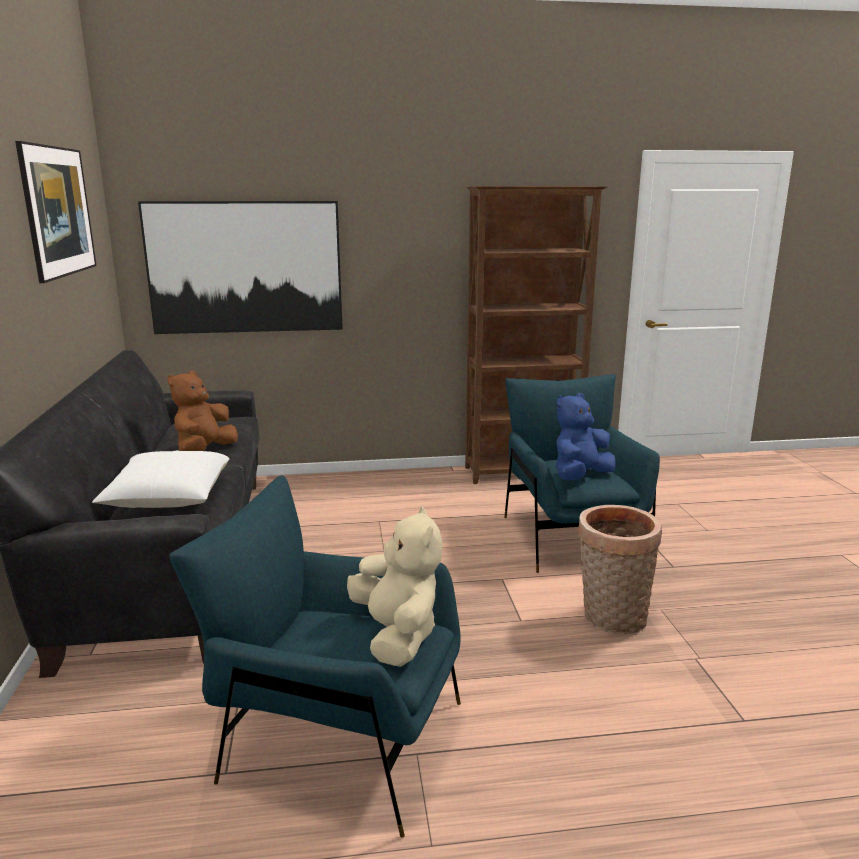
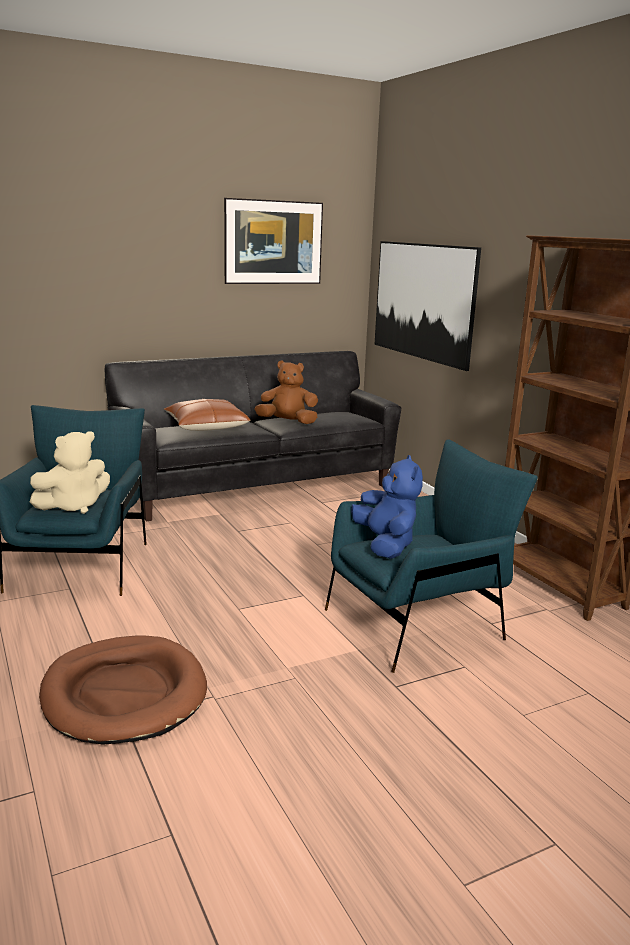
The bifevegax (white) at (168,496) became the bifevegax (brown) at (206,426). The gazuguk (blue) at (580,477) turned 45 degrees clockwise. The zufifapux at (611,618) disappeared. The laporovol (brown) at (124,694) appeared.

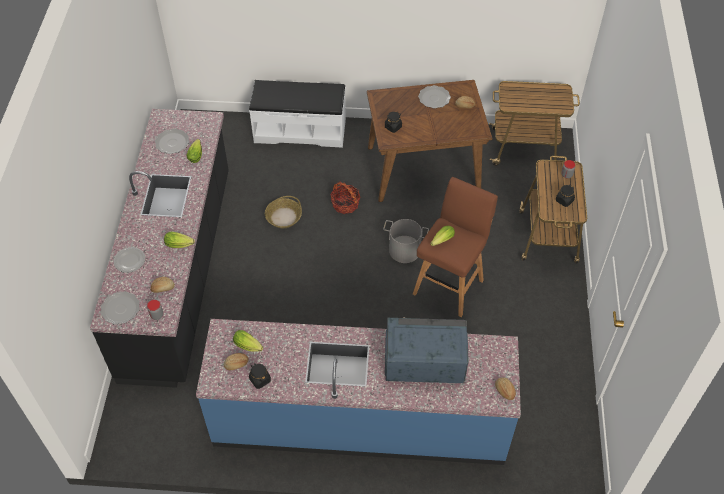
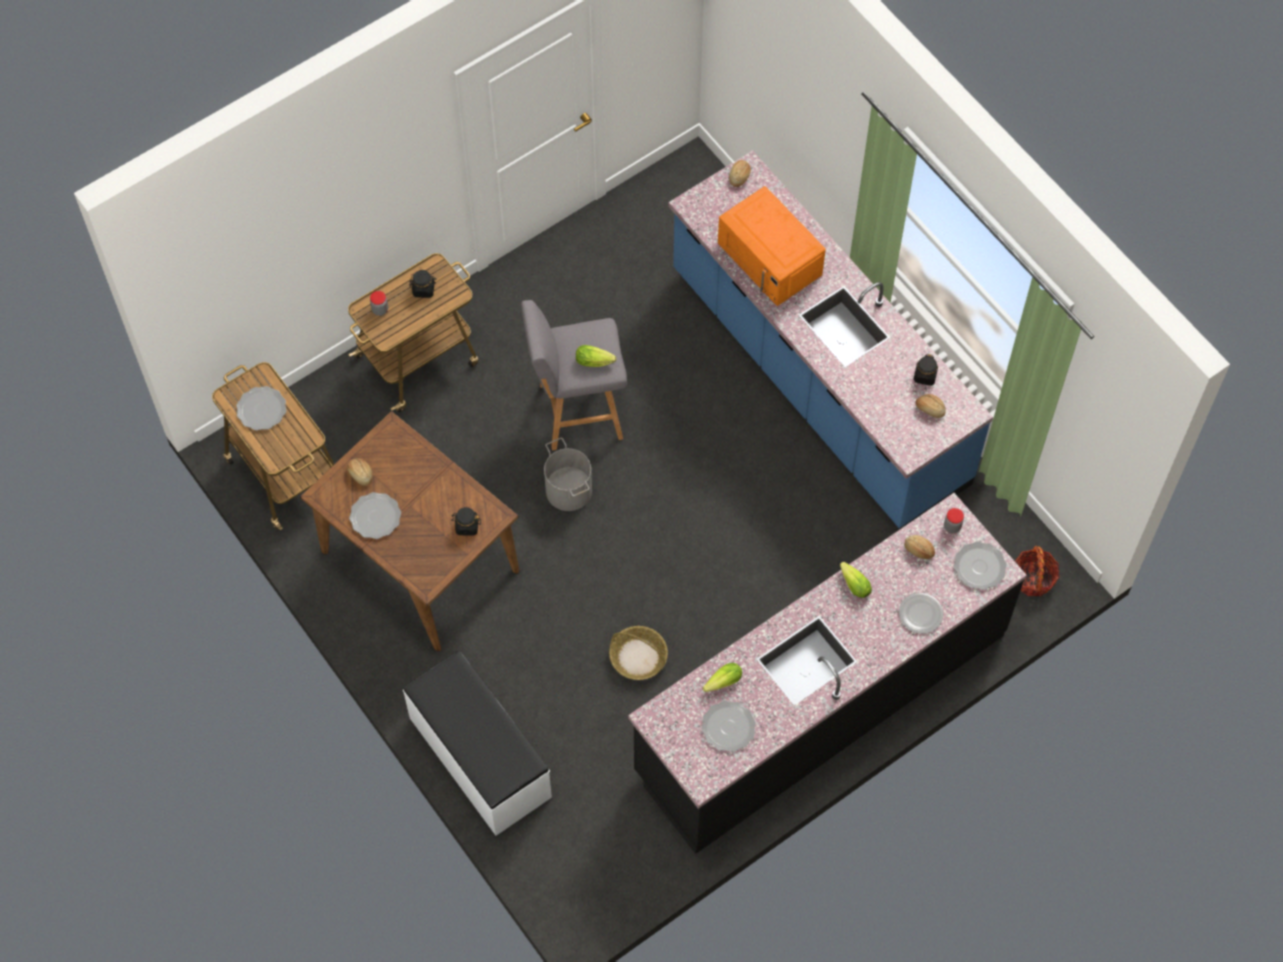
The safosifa at (249,346) disappeared. The zufifapux moved from (345,204) to (1033,578). The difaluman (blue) at (423,360) became the difaluman (orange) at (770,259). The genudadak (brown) at (449,285) became the genudadak (grey) at (577,411). The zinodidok at (261,410) appeared.

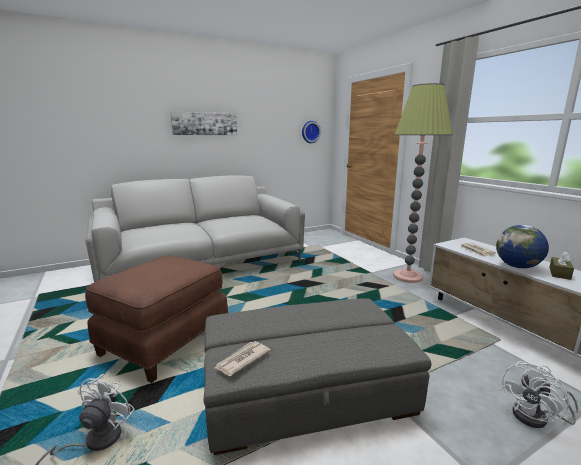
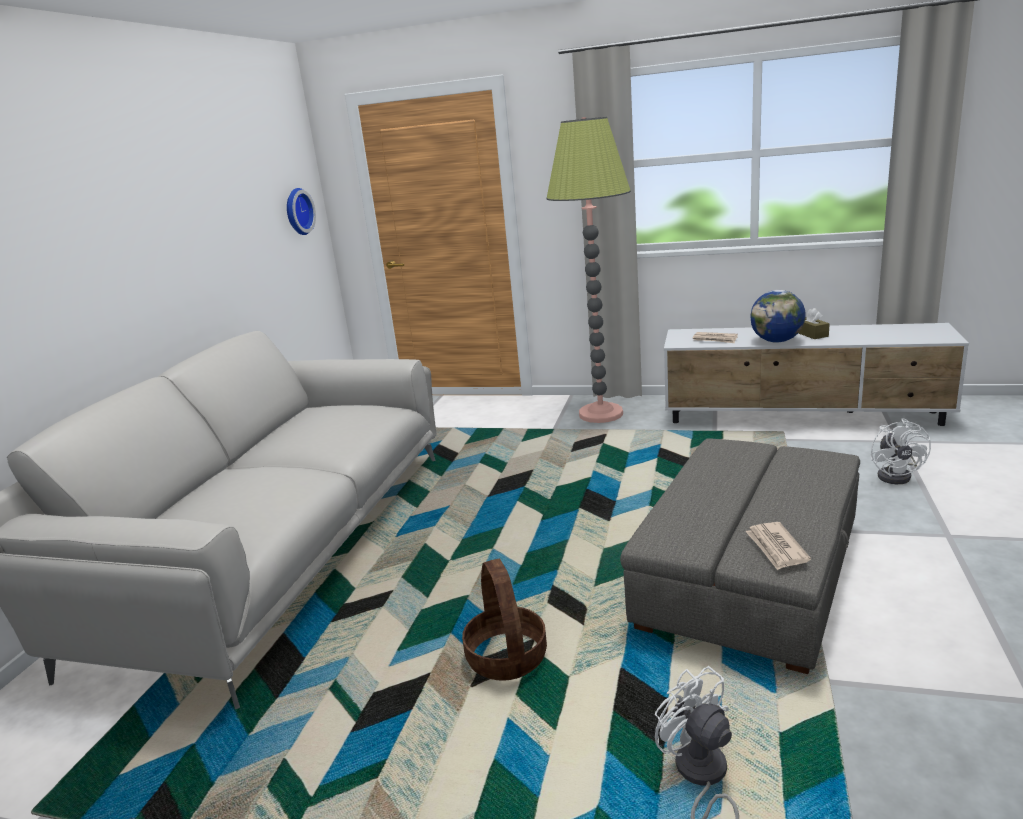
The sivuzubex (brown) at (165,340) was replaced by the zufifapux at (506,657). The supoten at (205,124) disappeared.

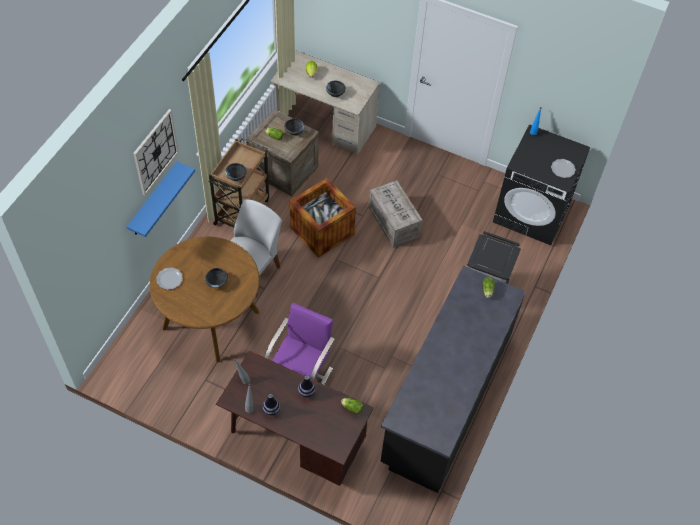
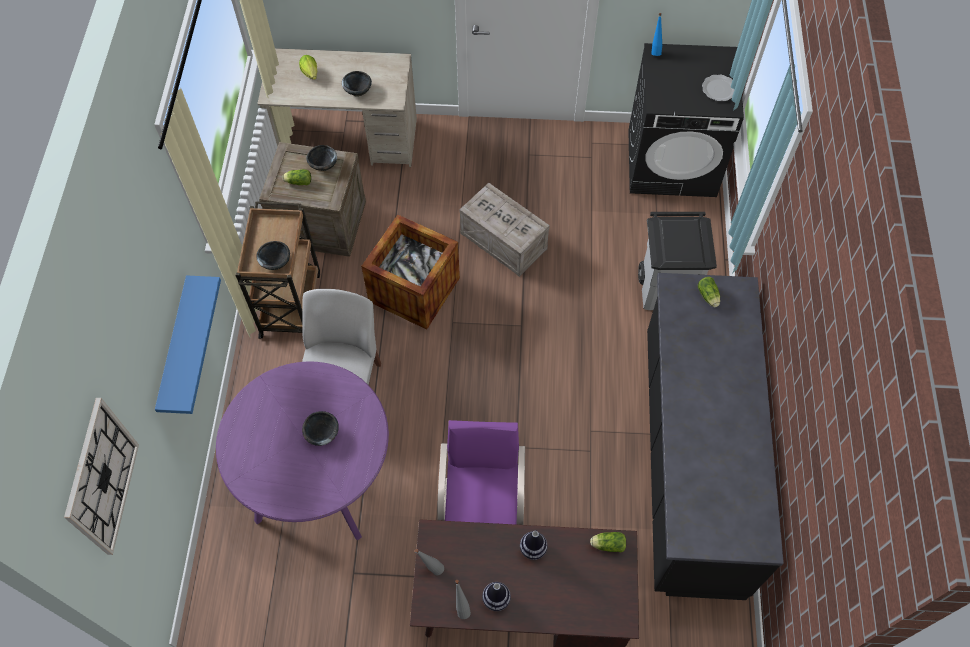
The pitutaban moved from (155,152) to (101,477). The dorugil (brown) at (211,320) became the dorugil (purple) at (320,480). The zinodidok at (169,279) disappeared.

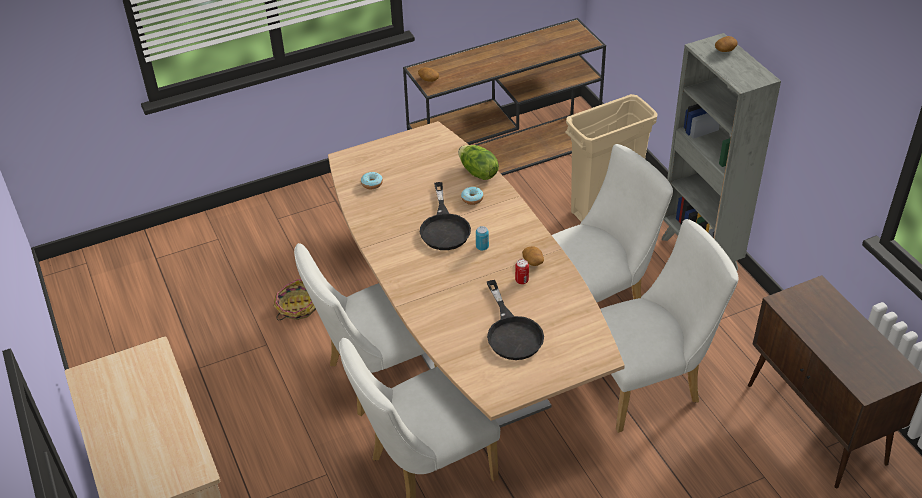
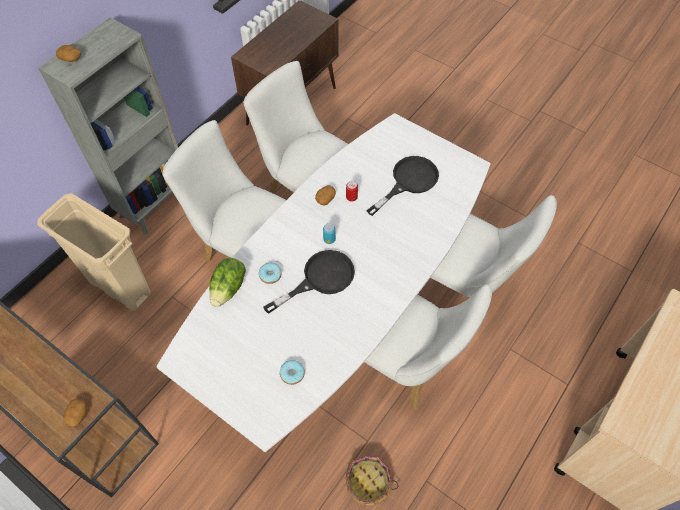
The dorugil (brown) at (464,349) became the dorugil (white) at (340,317).

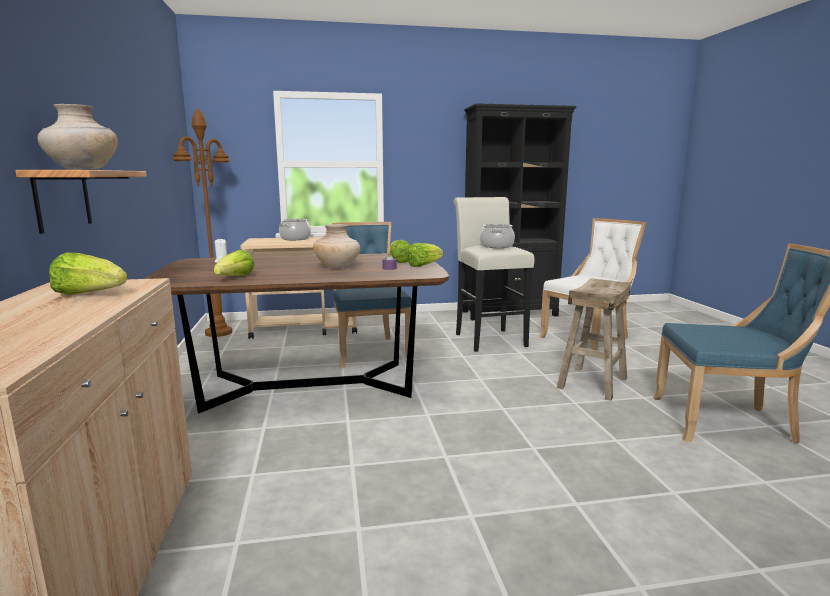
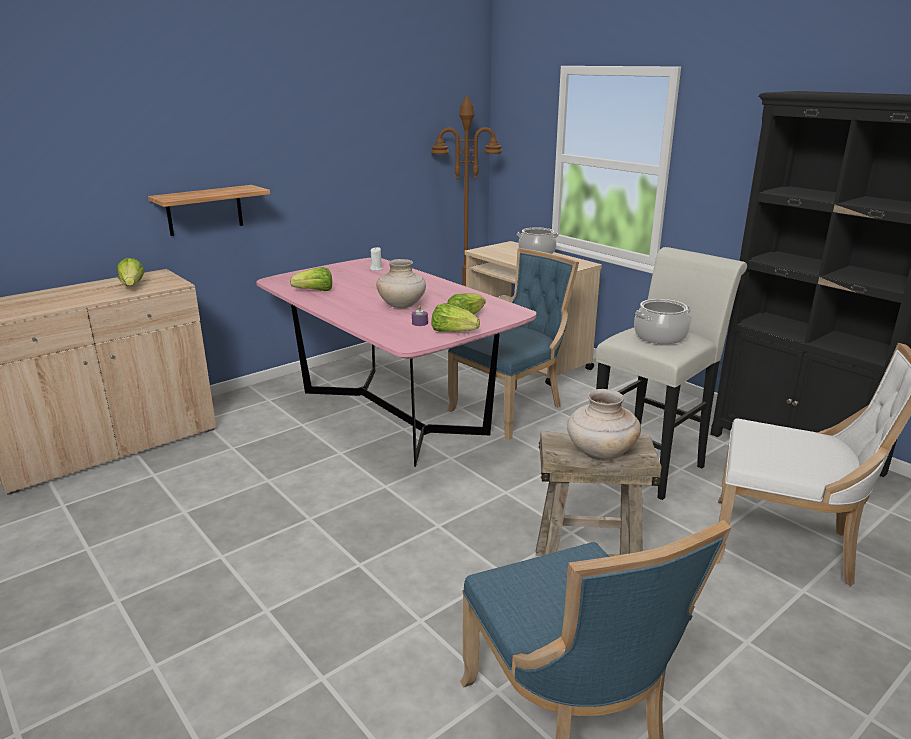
The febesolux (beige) moved from (82,169) to (600,453). The dorugil (brown) at (309,386) became the dorugil (pink) at (392,412).

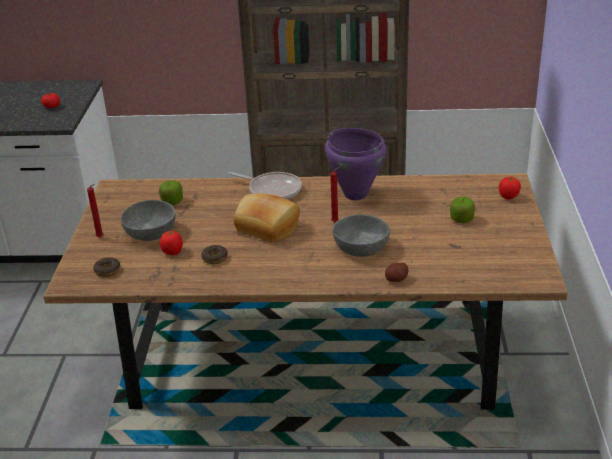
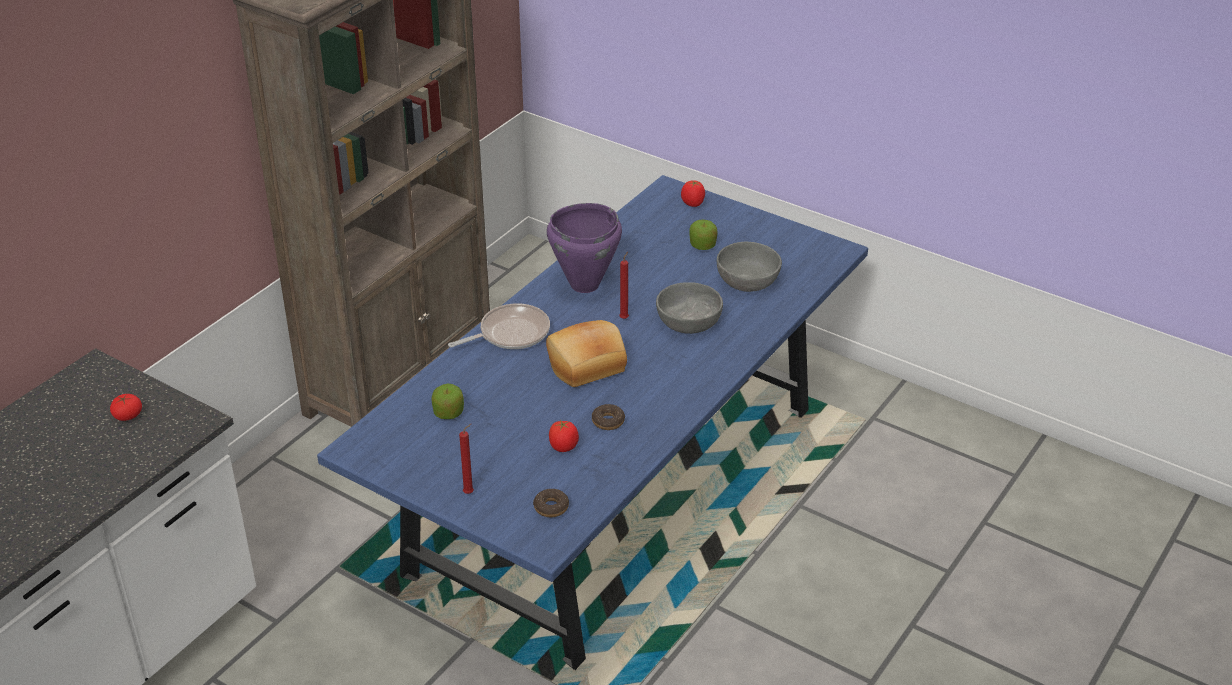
The dorugil (brown) at (312,352) became the dorugil (blue) at (615,489). The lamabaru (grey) moved from (150,232) to (748,280). The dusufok at (396,279) disappeared.

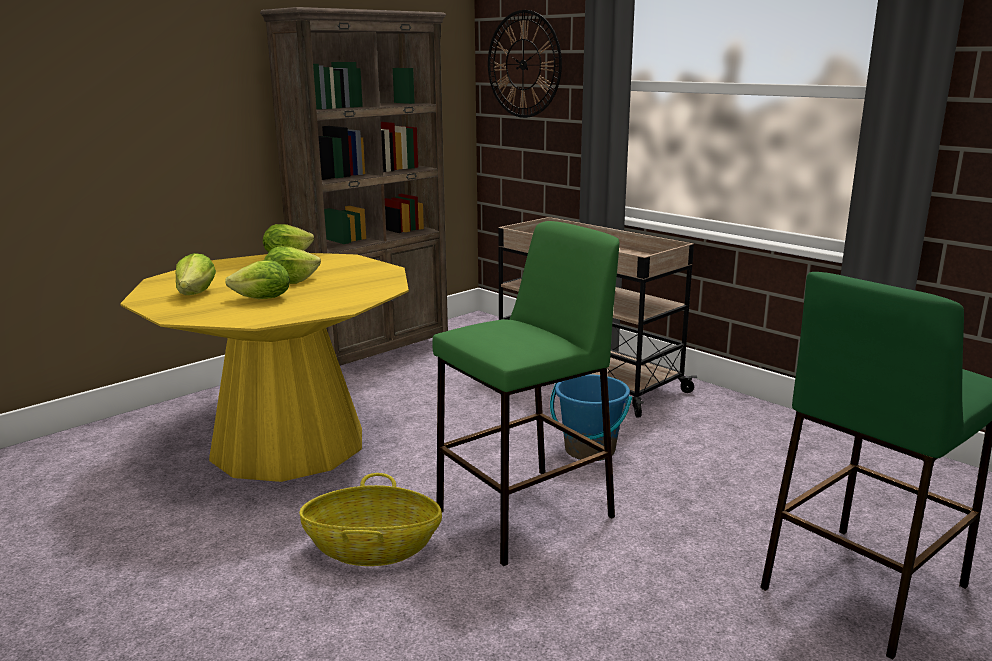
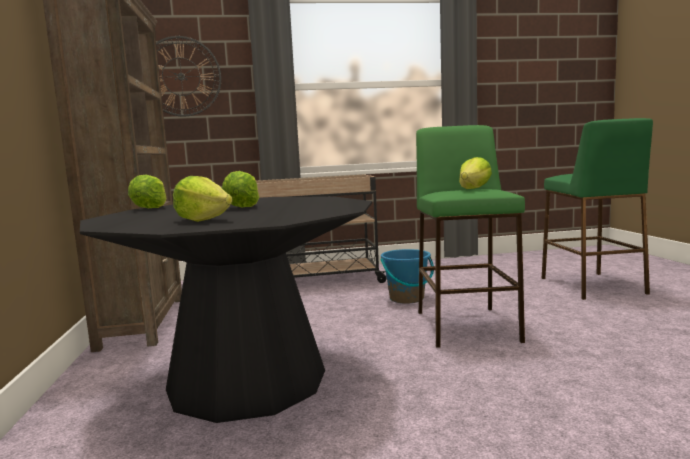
The dorugil (yellow) at (288,444) became the dorugil (black) at (247,380). The safosifa moved from (263,299) to (474,189). The zufifapux at (373,548) disappeared.

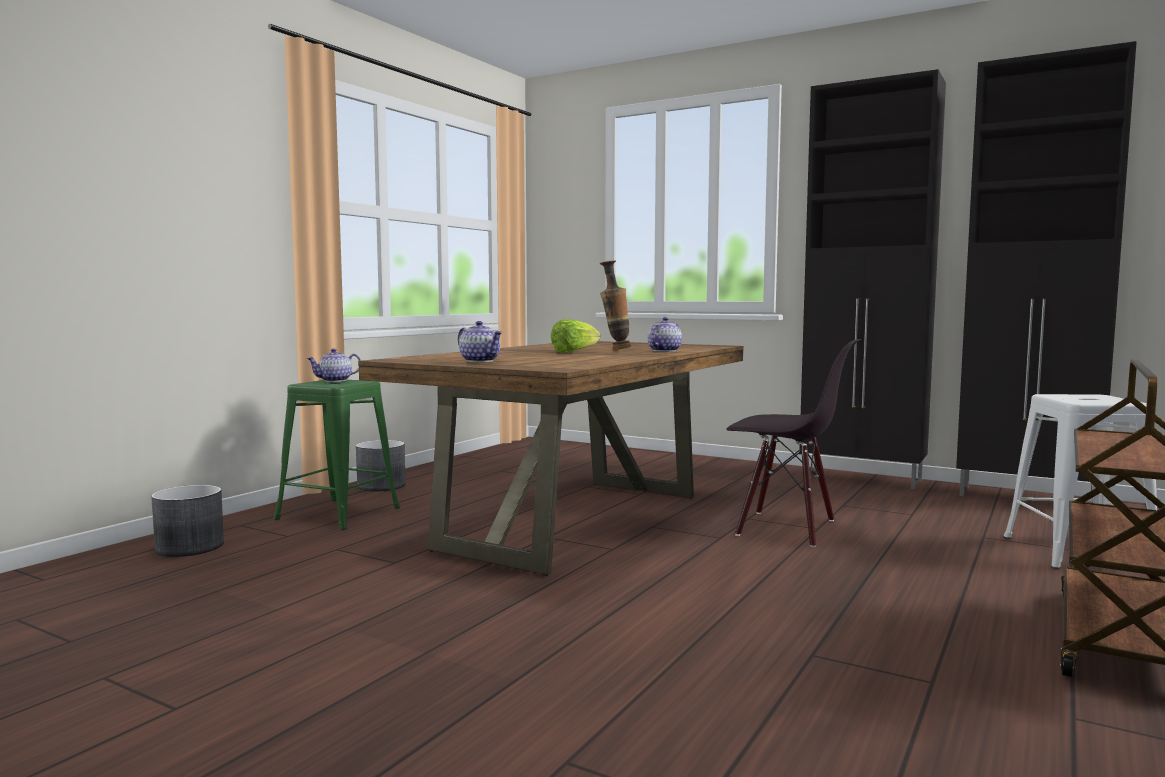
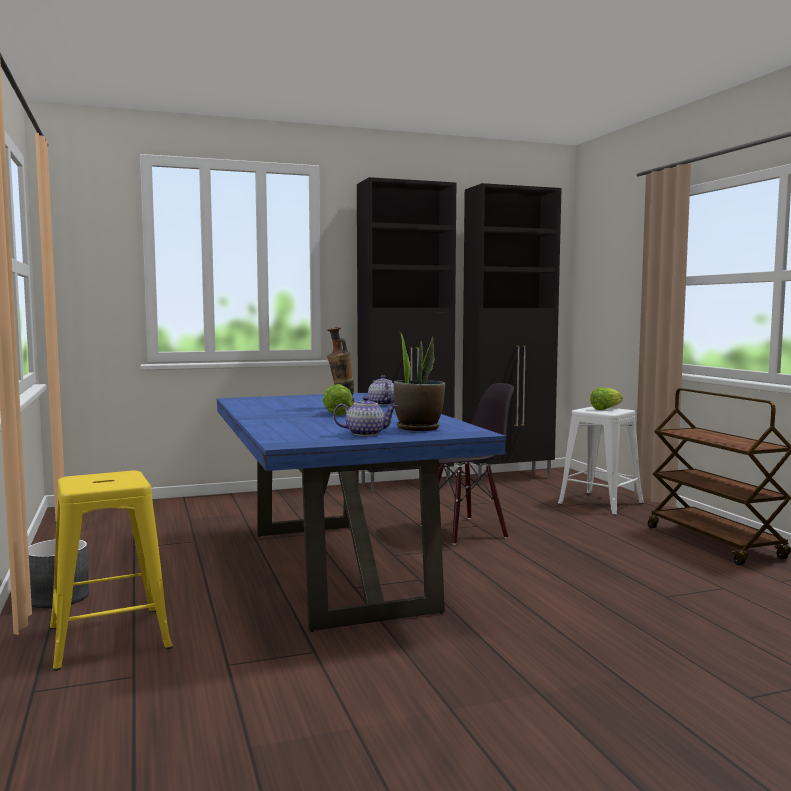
The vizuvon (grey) at (189,547) disappeared. The genudadak (green) at (338,513) became the genudadak (yellow) at (109,637). The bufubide at (335,381) disappeared. The dorugil (brown) at (576,521) became the dorugil (blue) at (335,568). The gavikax at (418,428) appeared. The safosifa at (605,409) appeared.

